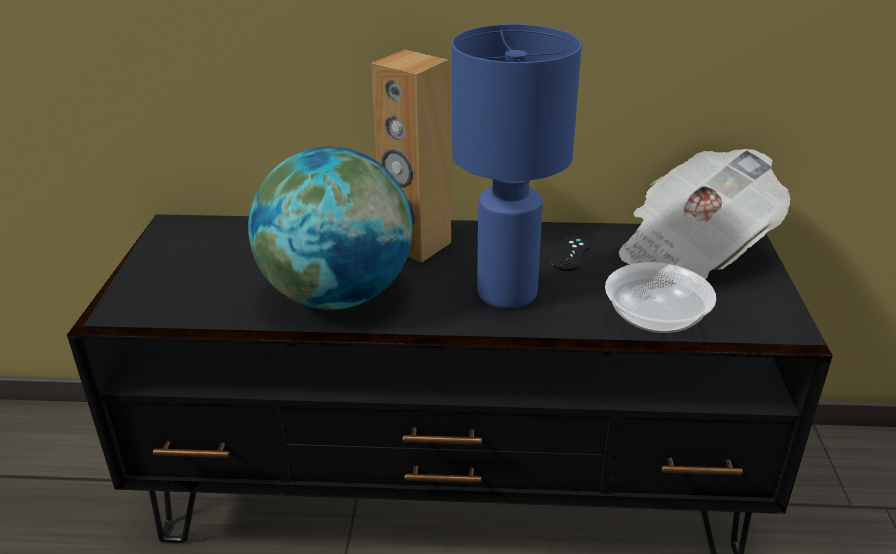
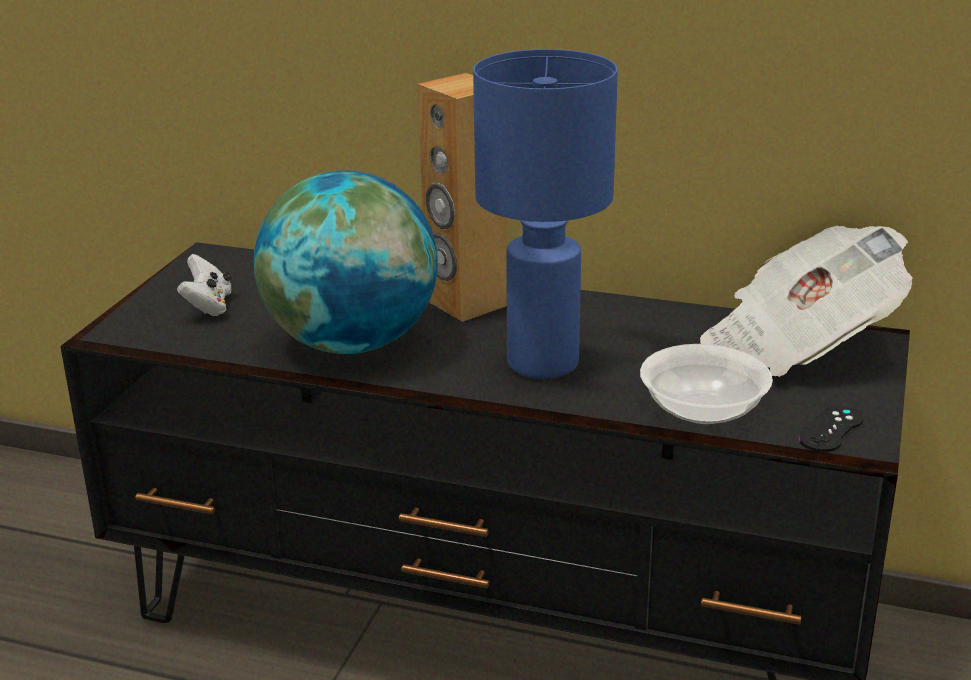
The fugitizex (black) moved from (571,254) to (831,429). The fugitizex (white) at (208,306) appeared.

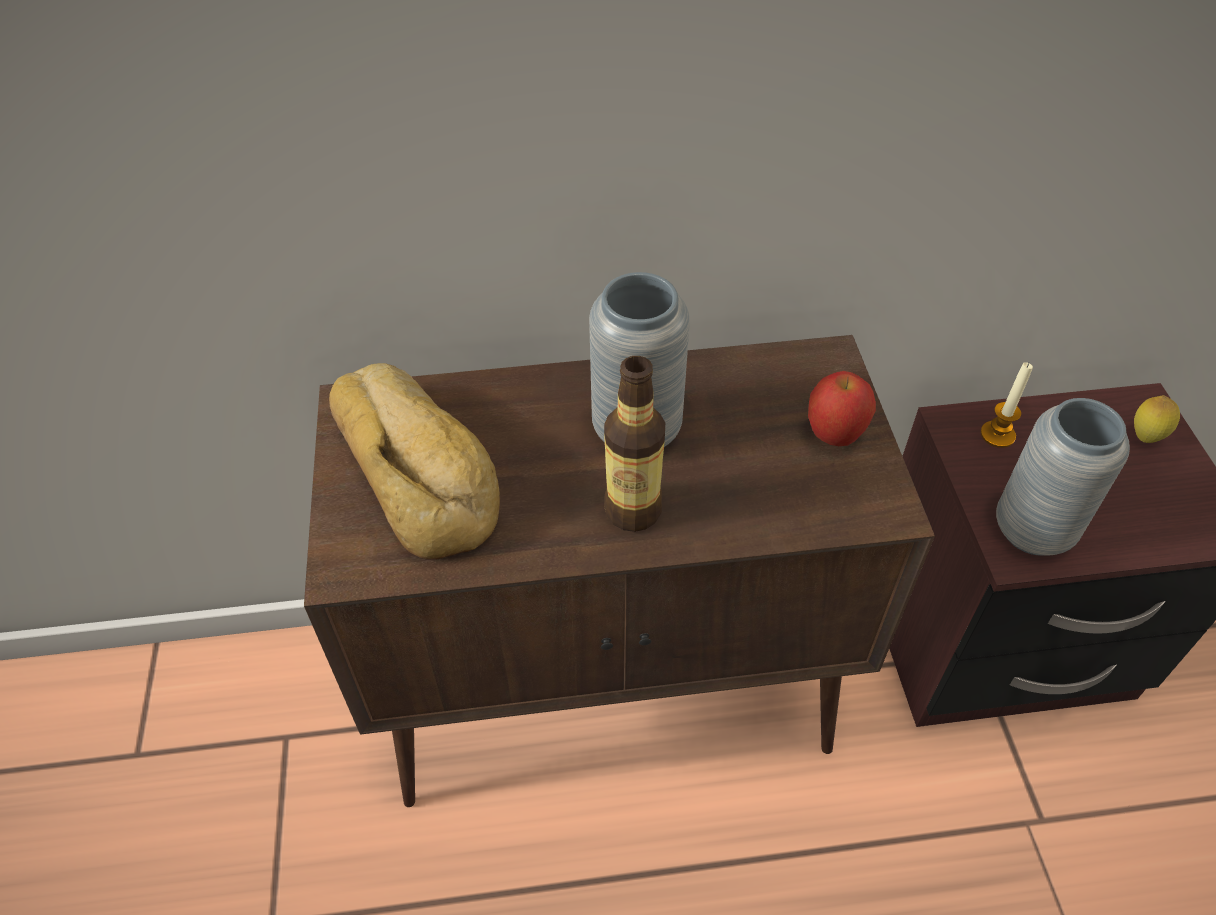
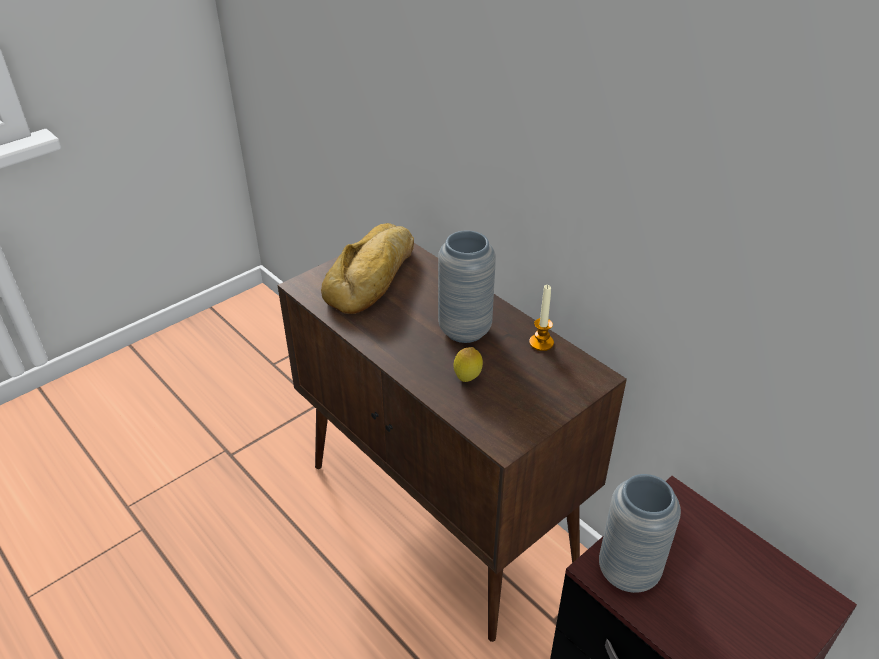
The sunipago at (633,510) disappeared. The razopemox at (833,436) disappeared. The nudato moved from (997,435) to (541,343). The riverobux moved from (1145,437) to (467,379).

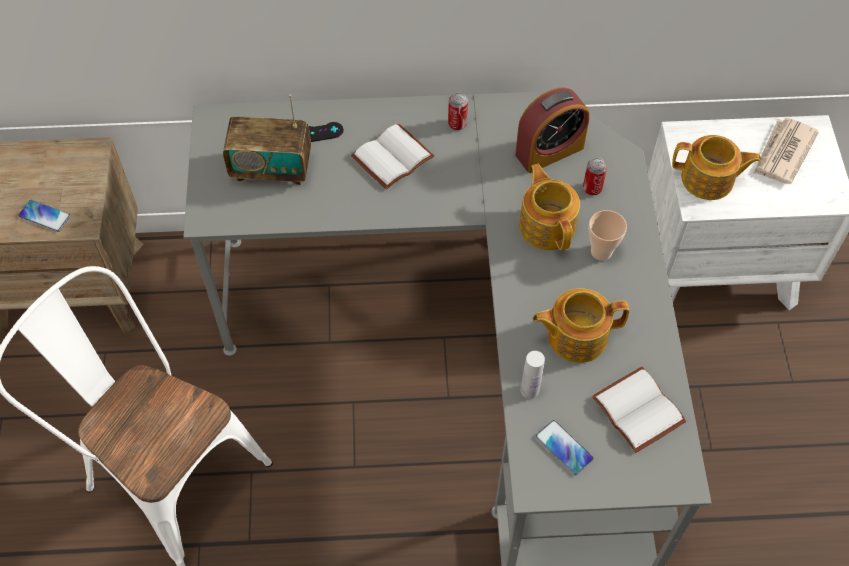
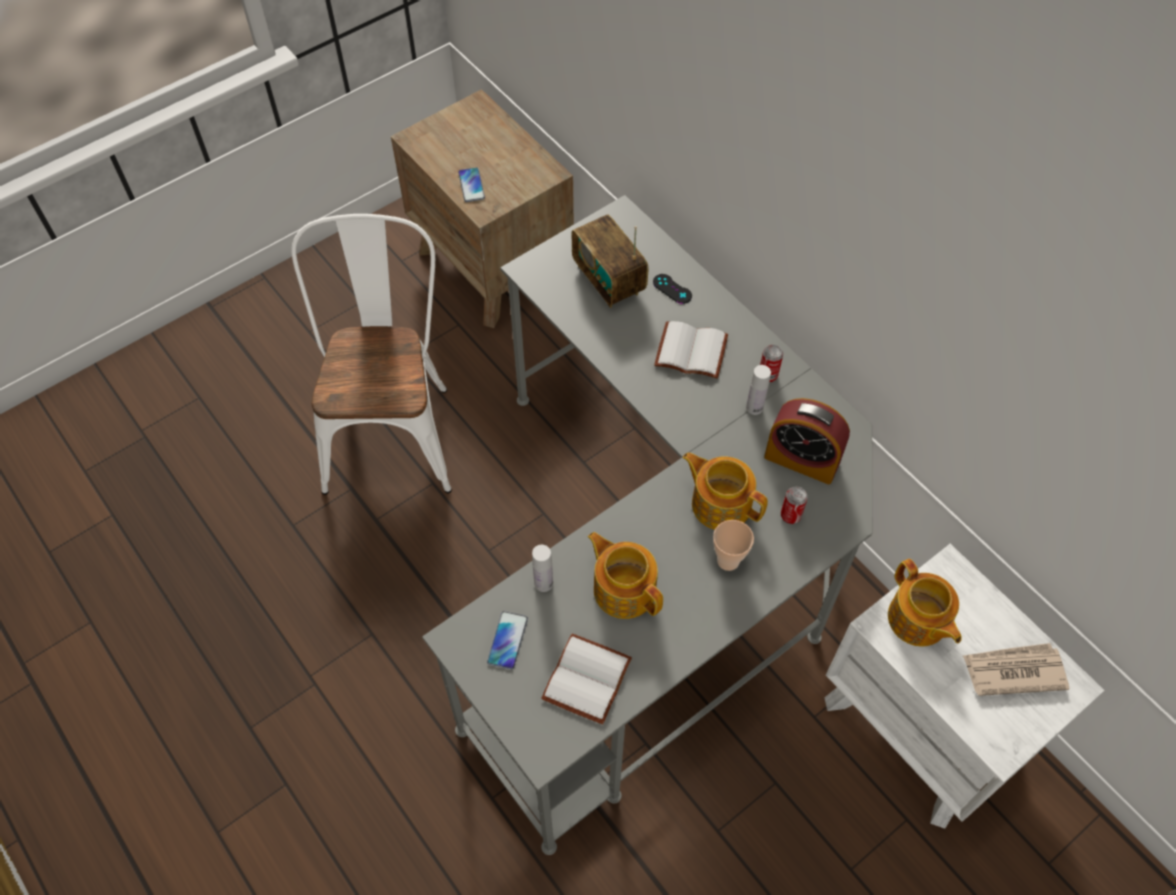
The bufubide at (547,225) turned 90 degrees counterclockwise. The sunipago (white) at (754,407) appeared.

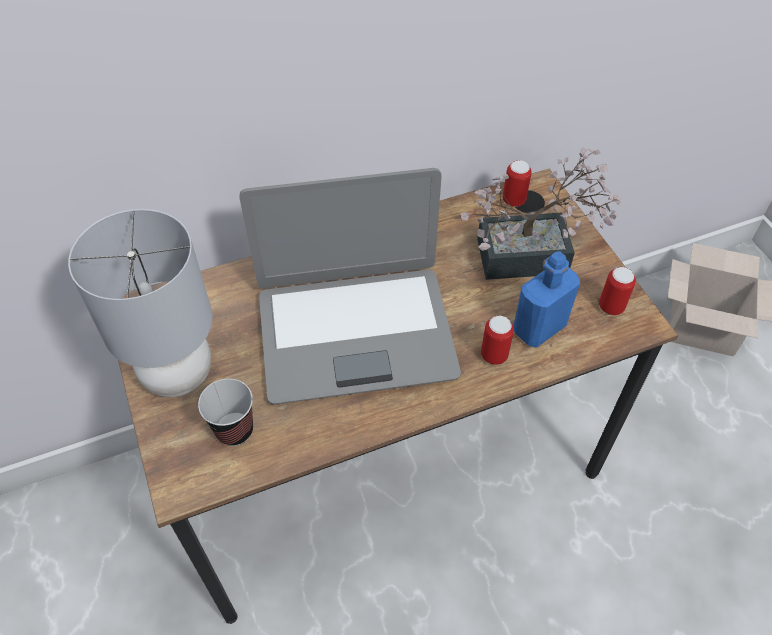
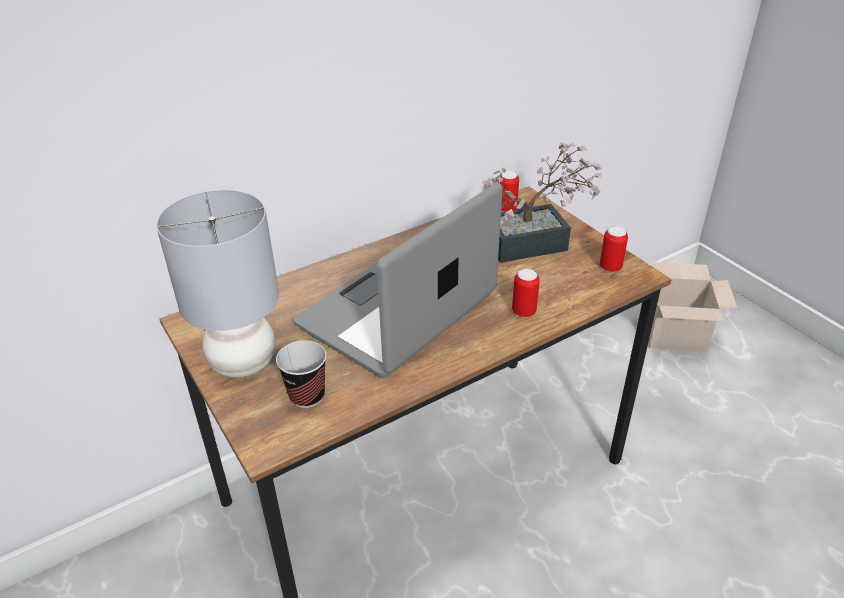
The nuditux at (355,332) turned 150 degrees clockwise. The sunipago (blue) at (539,328) disappeared.

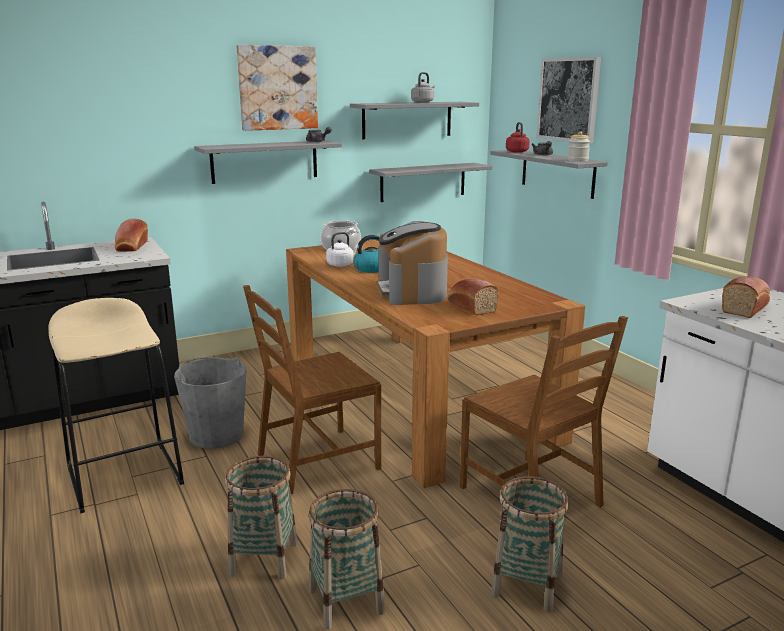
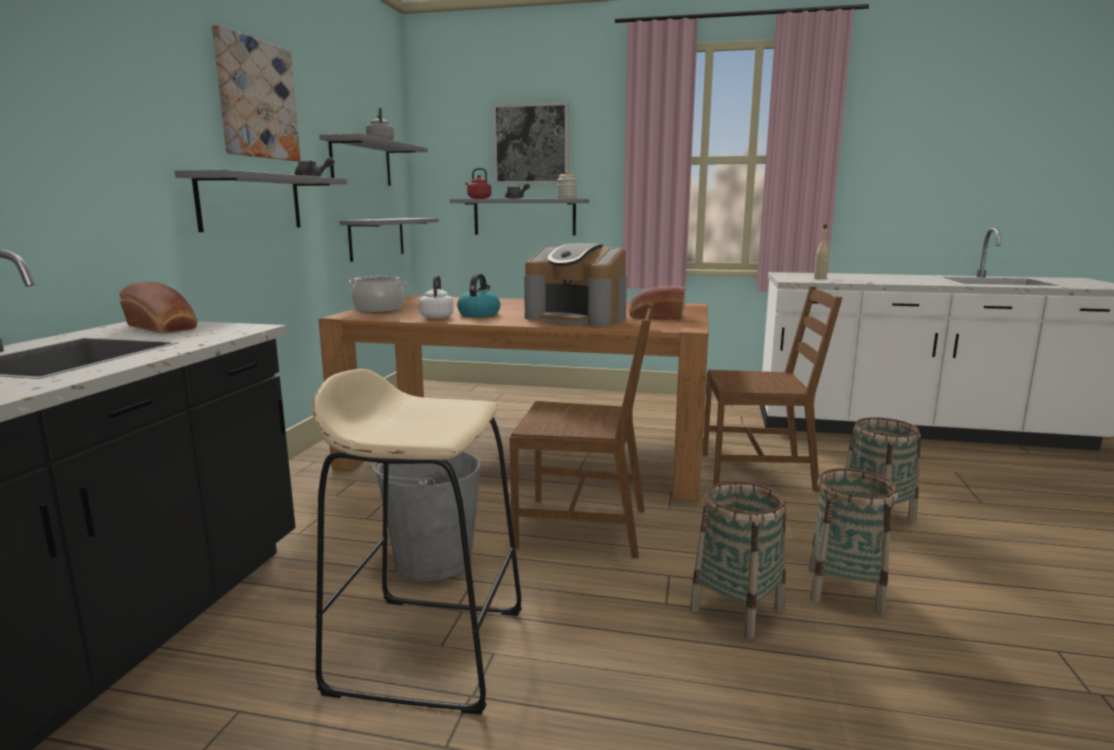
The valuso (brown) at (316,461) turned 90 degrees counterclockwise. The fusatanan at (745,308) was replaced by the sunipago (beige) at (820,278).

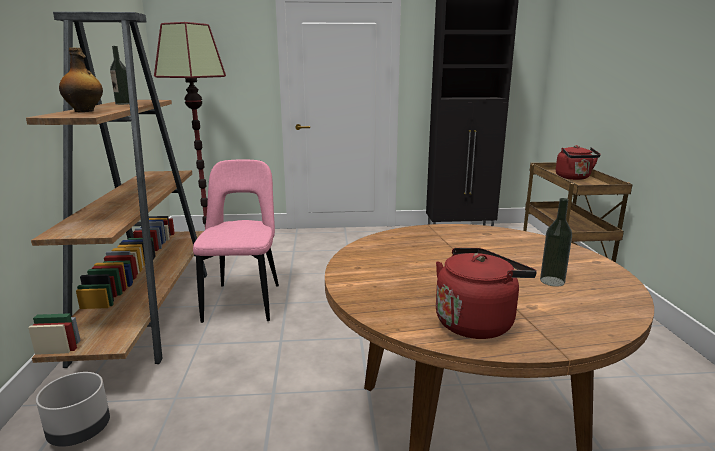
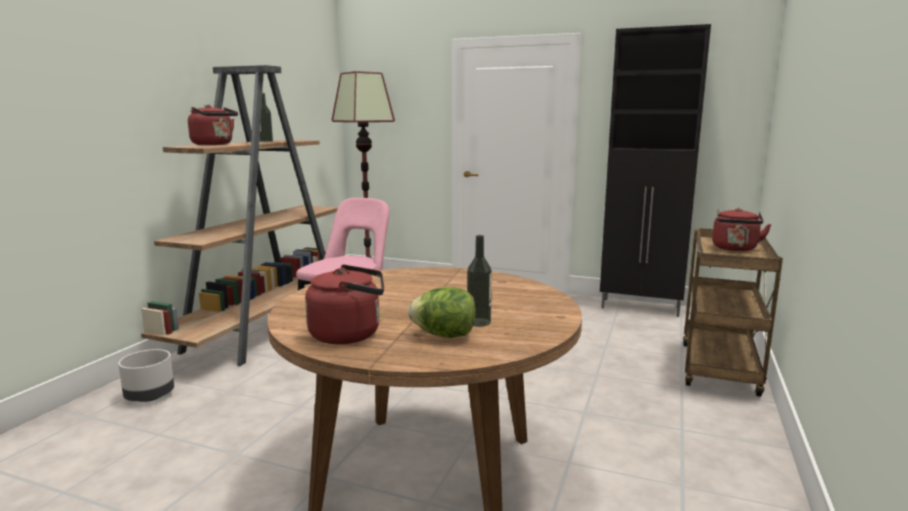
The sunipago at (85,111) was replaced by the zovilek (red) at (214,144). The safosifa at (444,335) appeared.

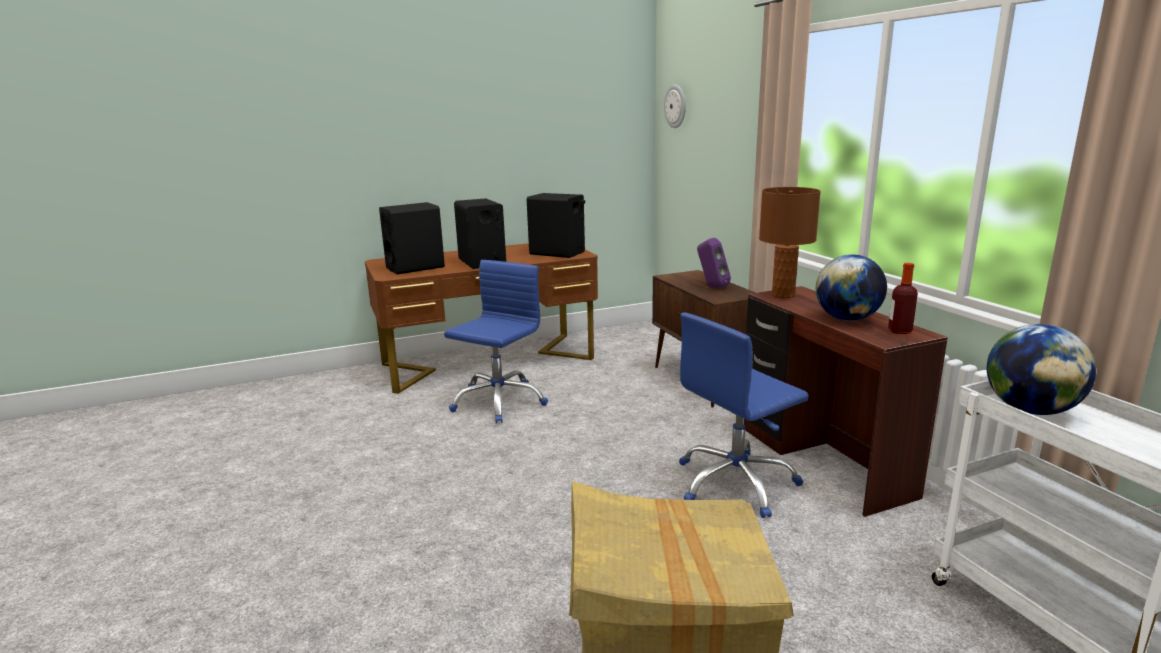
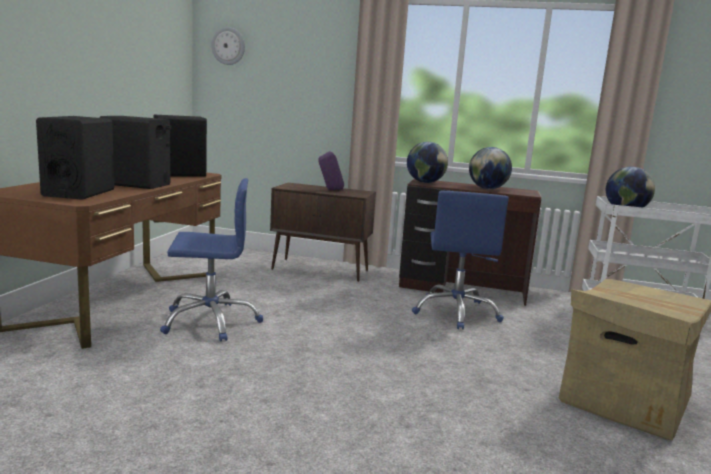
The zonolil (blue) at (498,401) turned 105 degrees clockwise. The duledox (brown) at (783,295) was replaced by the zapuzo at (425,182). The sunipago at (899,331) disappeared.

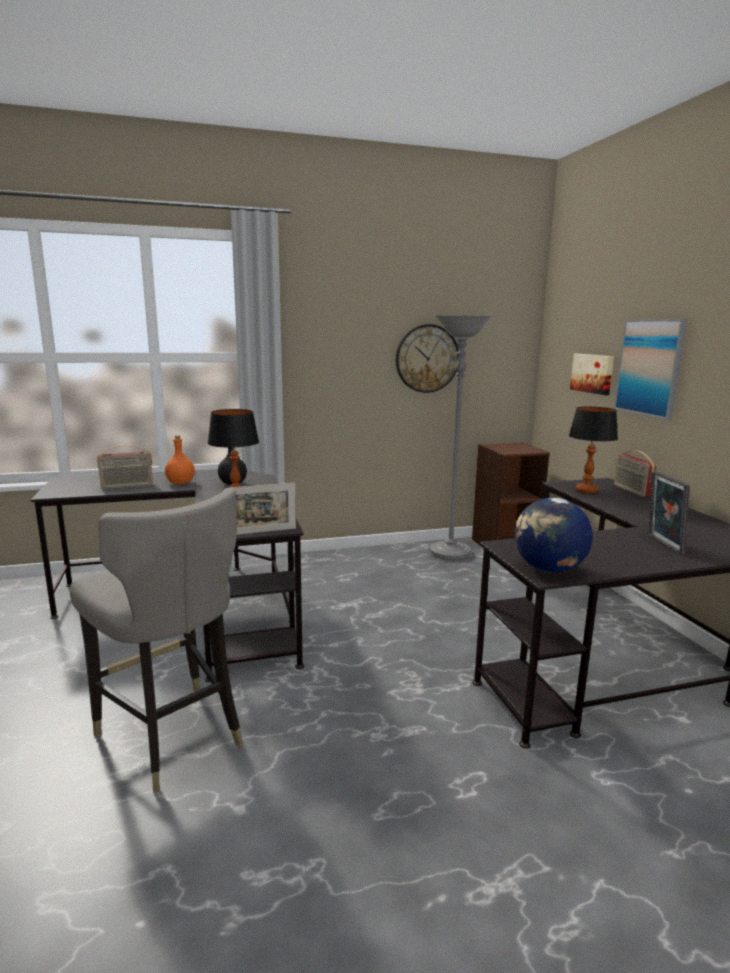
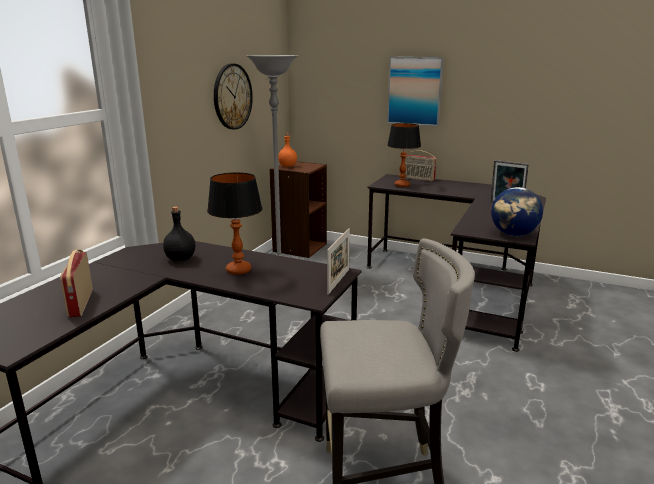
The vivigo at (127,486) turned 150 degrees clockwise. The sunipago (orange) moved from (181,483) to (288,166). The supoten at (593,373) disappeared.

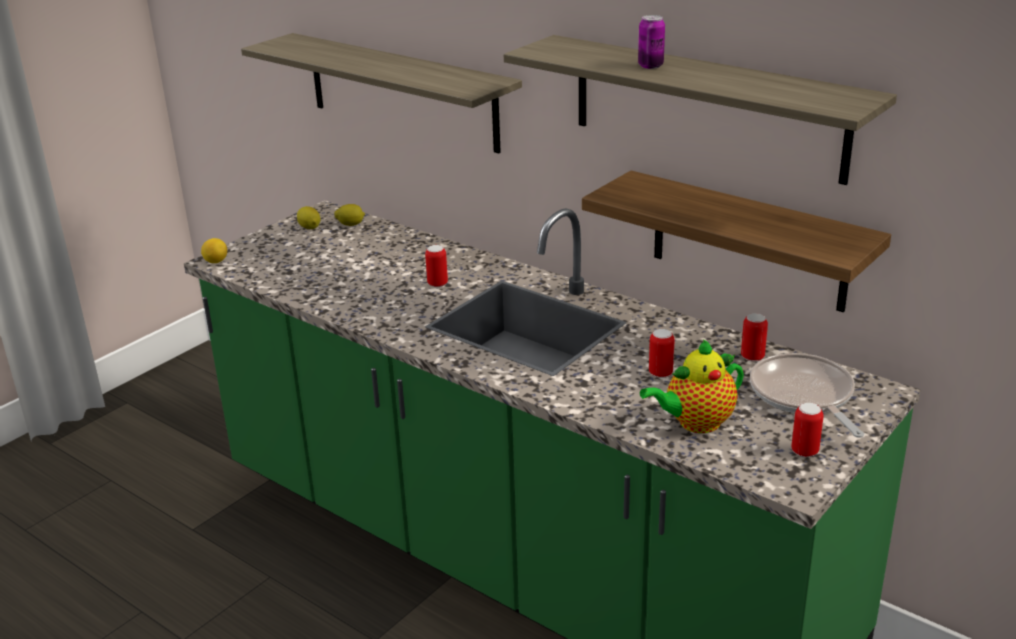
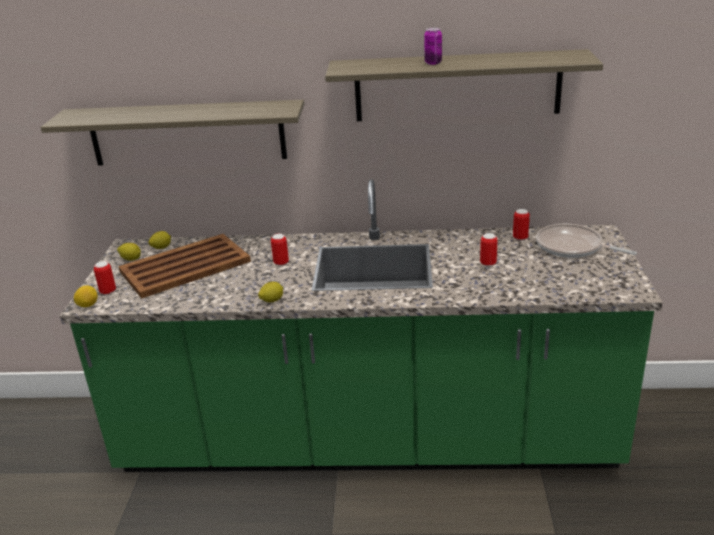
The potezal at (748,241) disappeared. The bufubide at (695,423) disappeared. The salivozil moved from (804,451) to (108,291). The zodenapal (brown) at (184,267) appeared. The riverobux at (272,301) appeared.

